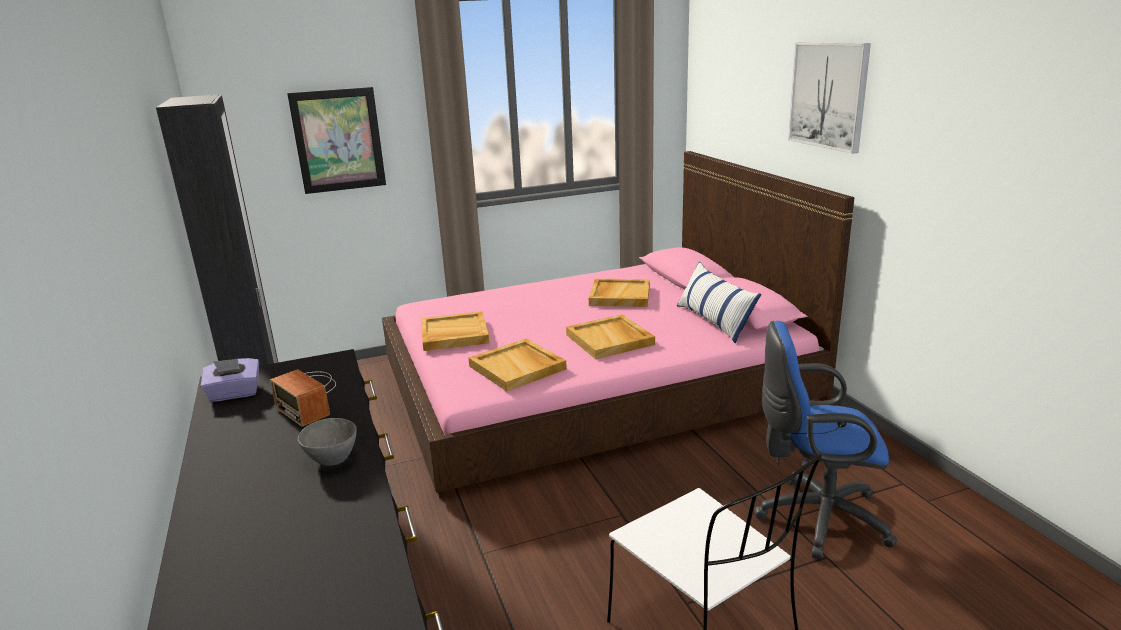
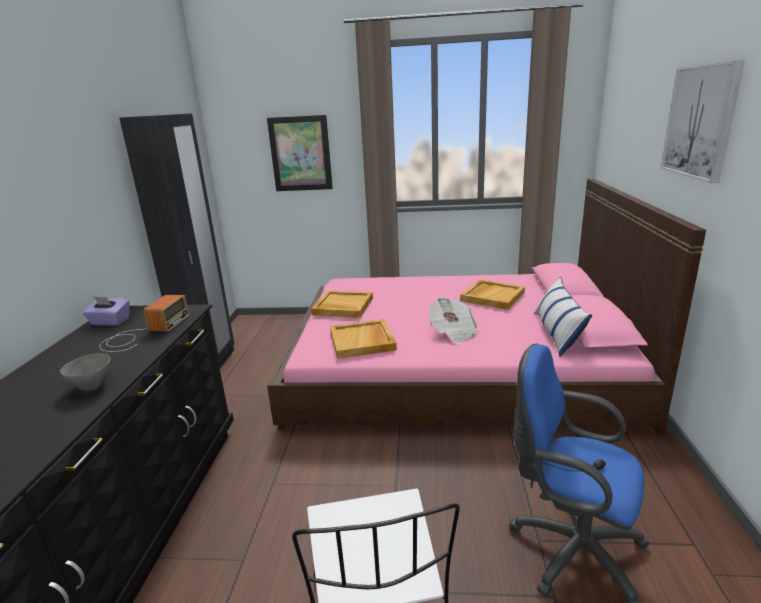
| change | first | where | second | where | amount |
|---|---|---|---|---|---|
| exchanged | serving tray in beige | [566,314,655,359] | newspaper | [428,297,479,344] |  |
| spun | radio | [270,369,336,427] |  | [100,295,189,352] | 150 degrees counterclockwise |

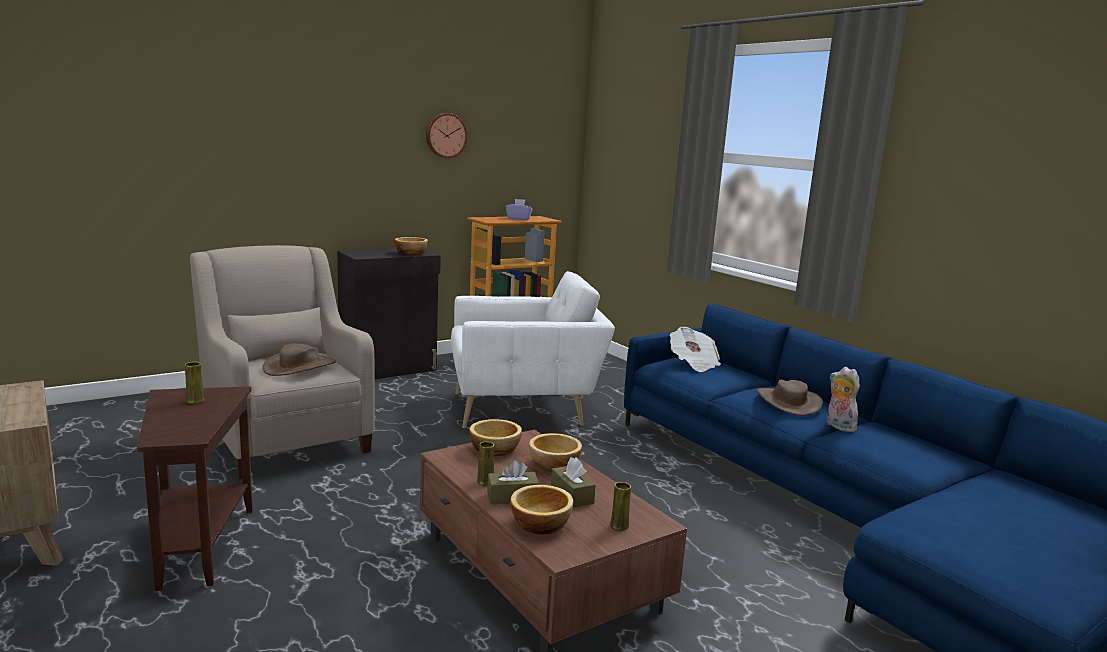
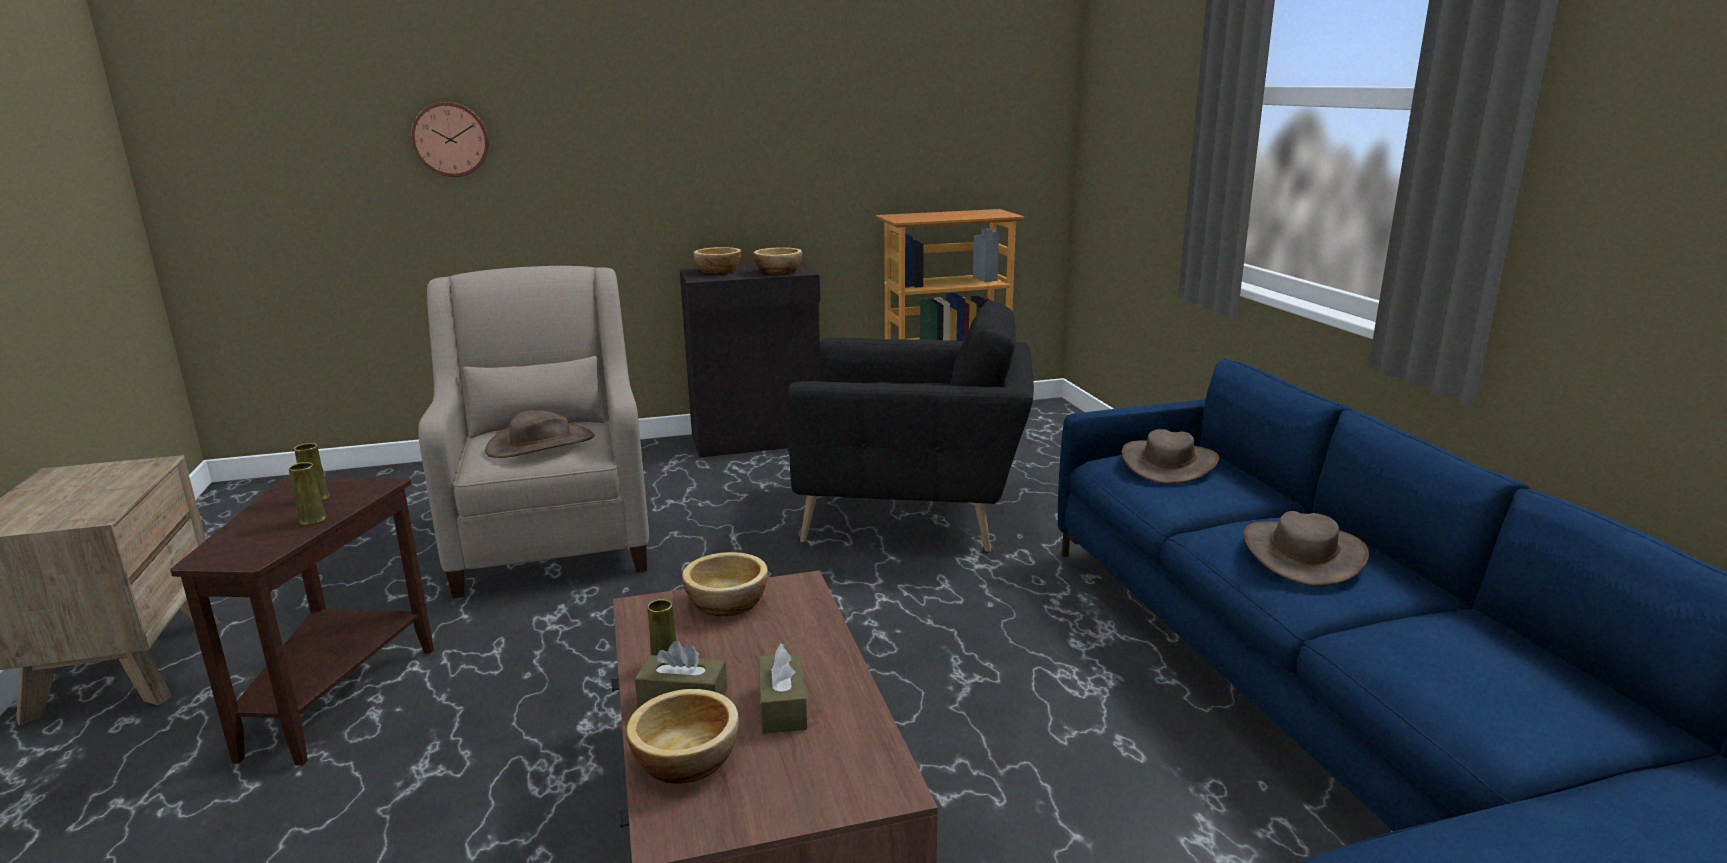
| change | first | where | second | where | amount |
|---|---|---|---|---|---|
| relocated | wall clock | [426,113,468,158] |  | [411,102,489,177] |  |
| missing | box of tissues in purple | [506,199,533,220] |  |  |  |
| colour | armchair in white-coloured | [451,271,615,429] | armchair in blackish | [787,300,1034,552] |  |
| exchanged | newspaper | [670,327,721,372] | wearable hat in brownish | [1122,429,1219,484] |  |
| missing | plush toy | [827,367,860,432] |  |  |  |
| relocated | deep dish | [529,433,582,472] |  | [694,247,741,274] |  |
| relocated | flower vase in yellow | [610,482,631,531] |  | [289,462,327,525] |  |

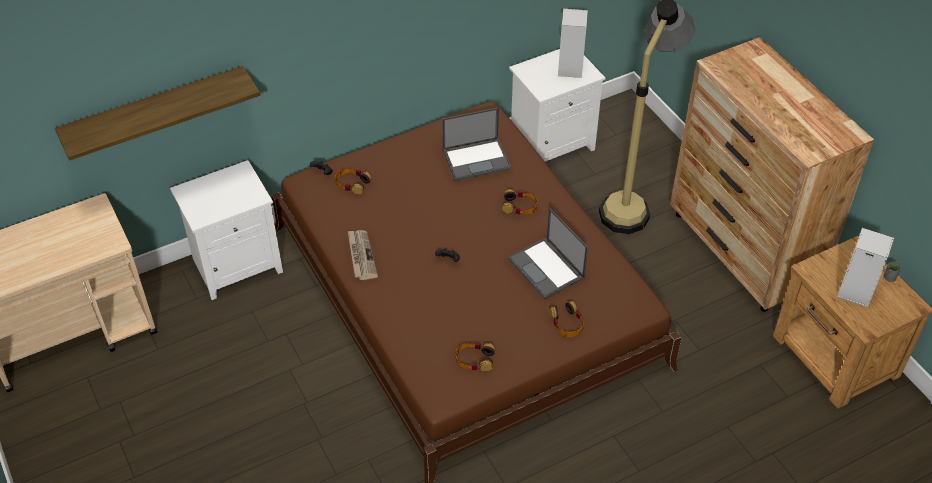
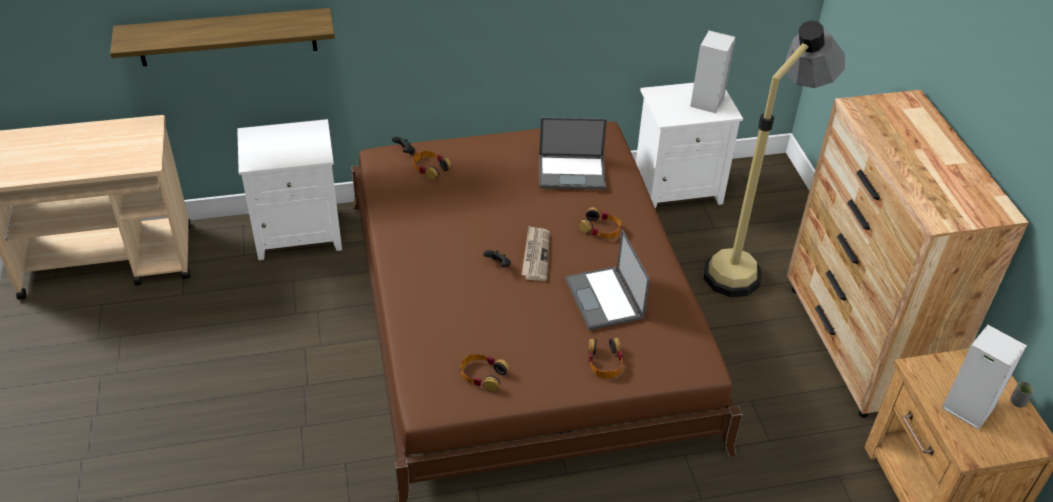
| change | first | where | second | where | amount |
|---|---|---|---|---|---|
| relocated | newspaper | [348,230,378,280] |  | [521,226,550,281] |  |

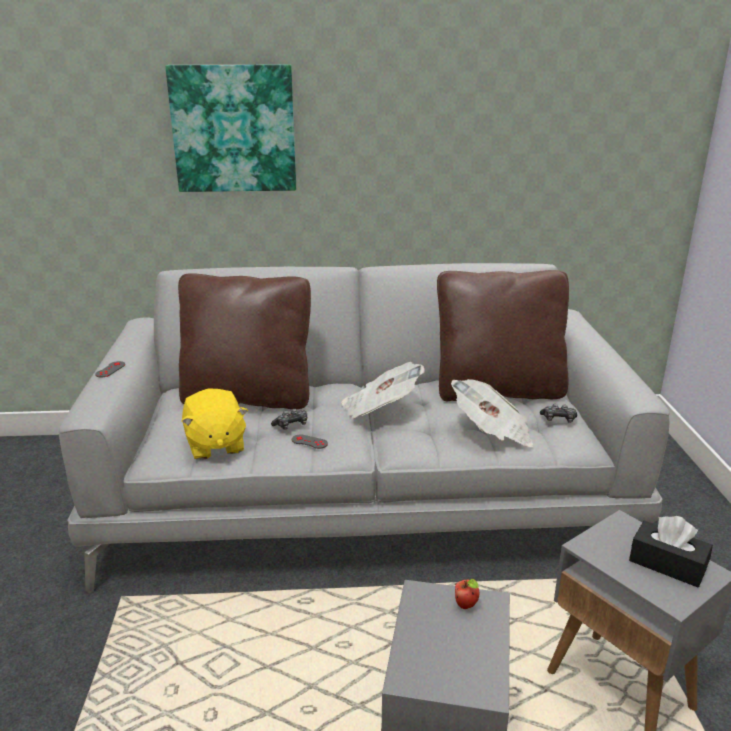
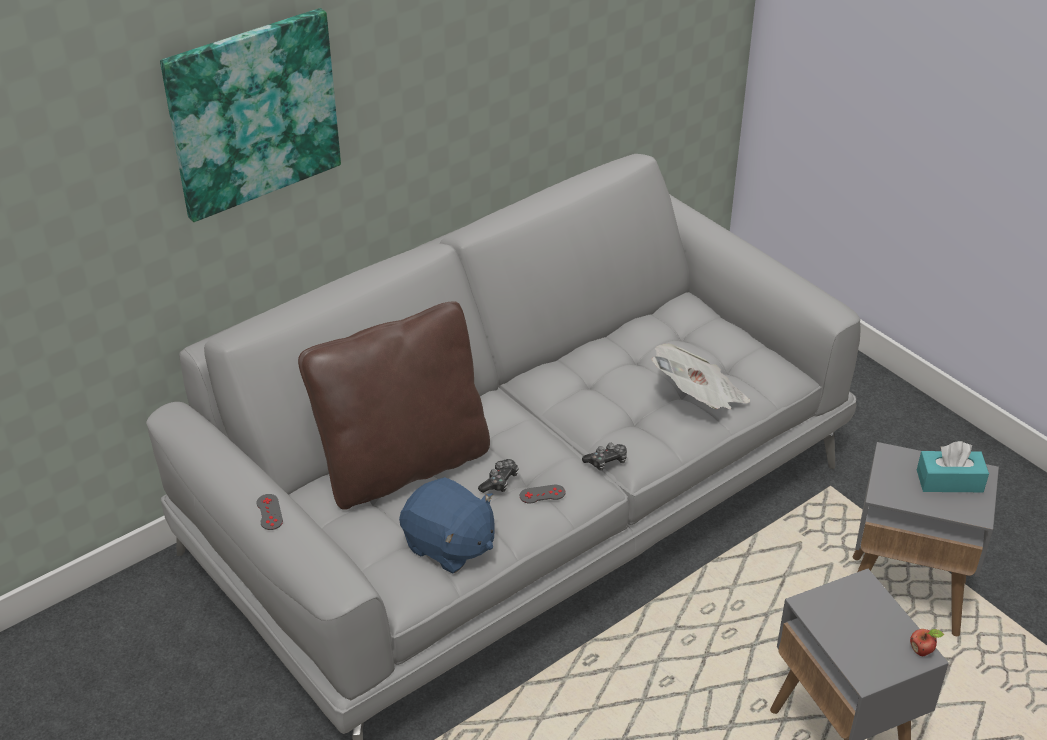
| change | first | where | second | where | amount |
|---|---|---|---|---|---|
| missing | cushion in brownish | [437,270,569,401] |  |  |  |
| missing | newspaper | [341,362,425,419] |  |  |  |
| colour | plush toy in yellow | [181,389,248,460] | plush toy in blue | [399,477,495,574] |  |
| relocated | gamepad | [540,404,577,423] |  | [582,443,627,471] |  |
| colour | box of tissues in blackish | [629,516,713,587] | box of tissues in turquoise-coloured | [917,441,989,492] |  |
| relocated | whole apple | [455,579,479,609] |  | [910,629,944,656] |  |

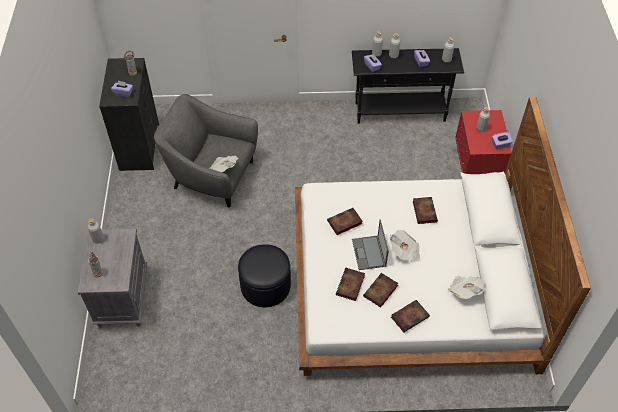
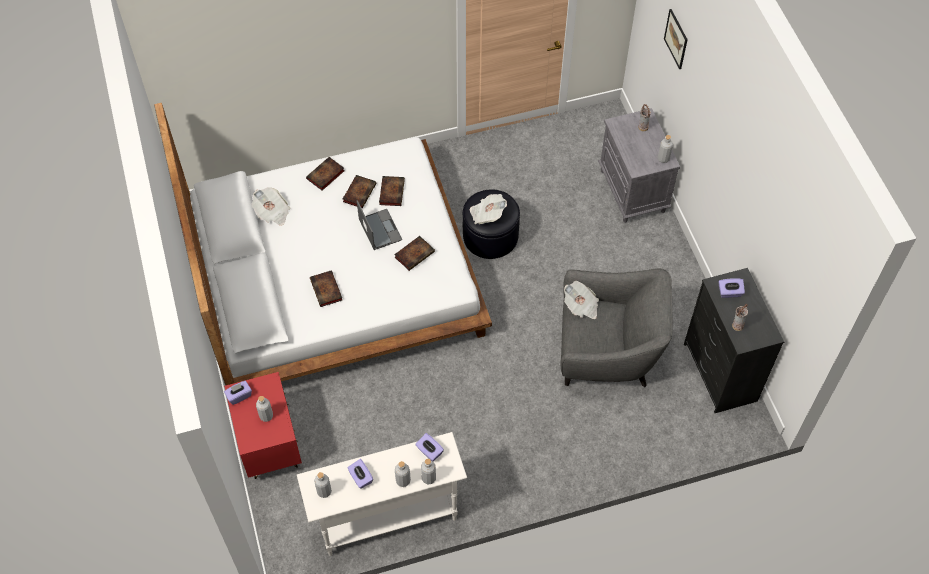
| change | first | where | second | where | amount |
|---|---|---|---|---|---|
| colour | hall table in blackish | [352,48,464,124] | hall table in white-coloured | [297,432,467,556] |  |
| relocated | newspaper | [389,230,420,262] |  | [469,194,507,224] |  |
| appeared |  |  | picture | [664,9,688,69] |  |

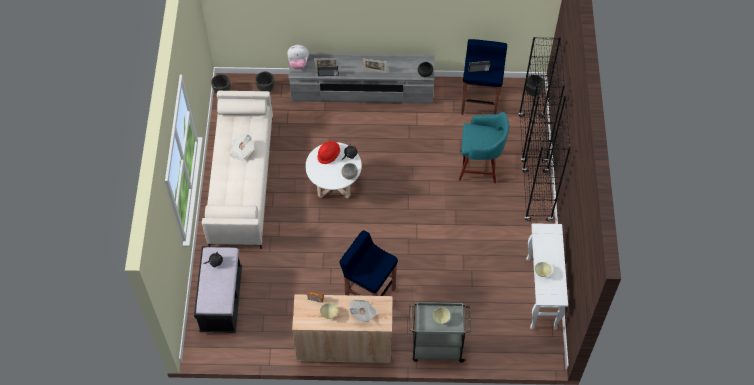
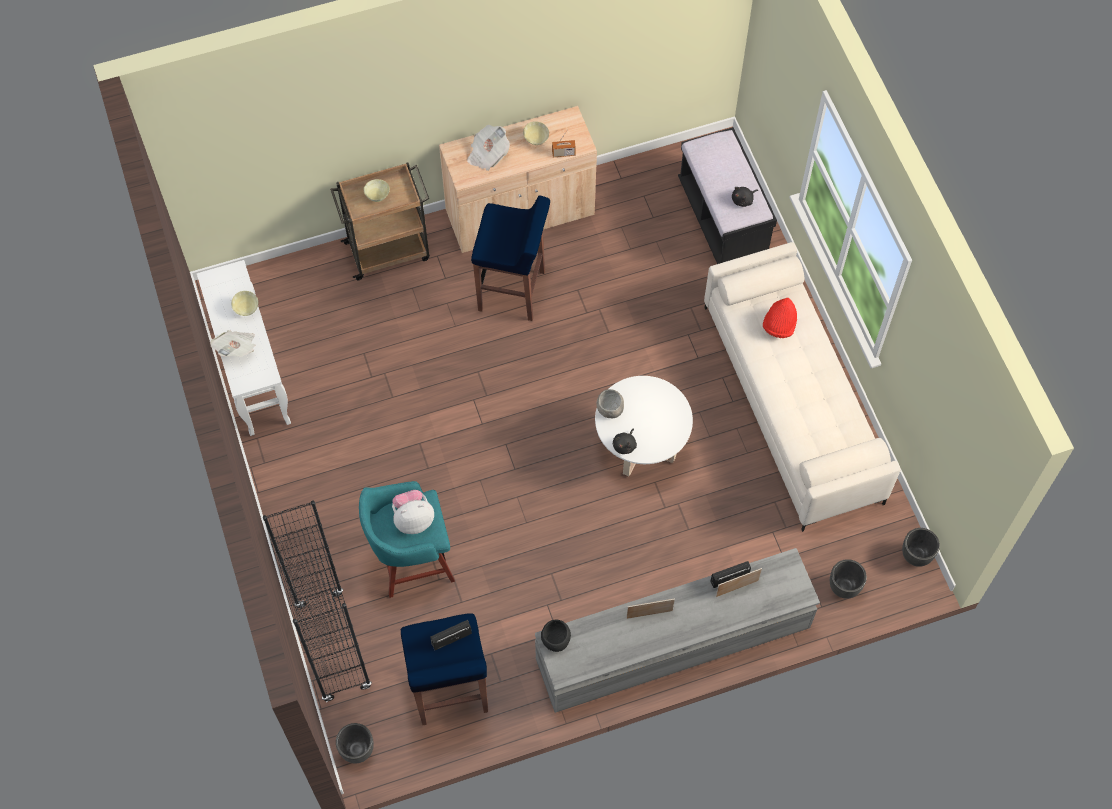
| change | first | where | second | where | amount |
|---|---|---|---|---|---|
| relocated | plush toy | [287,45,309,69] |  | [392,490,434,534] |  |
| missing | shelving unit in blackish | [522,95,571,221] |  |  |  |
| relocated | newspaper | [230,134,254,161] |  | [210,330,255,357] |  |
| relocated | wearable hat in red-coloured | [317,141,340,164] |  | [763,298,797,338] |  |
| colour | cart in greyish | [410,302,470,362] | cart in brownish | [330,162,430,280] |  |

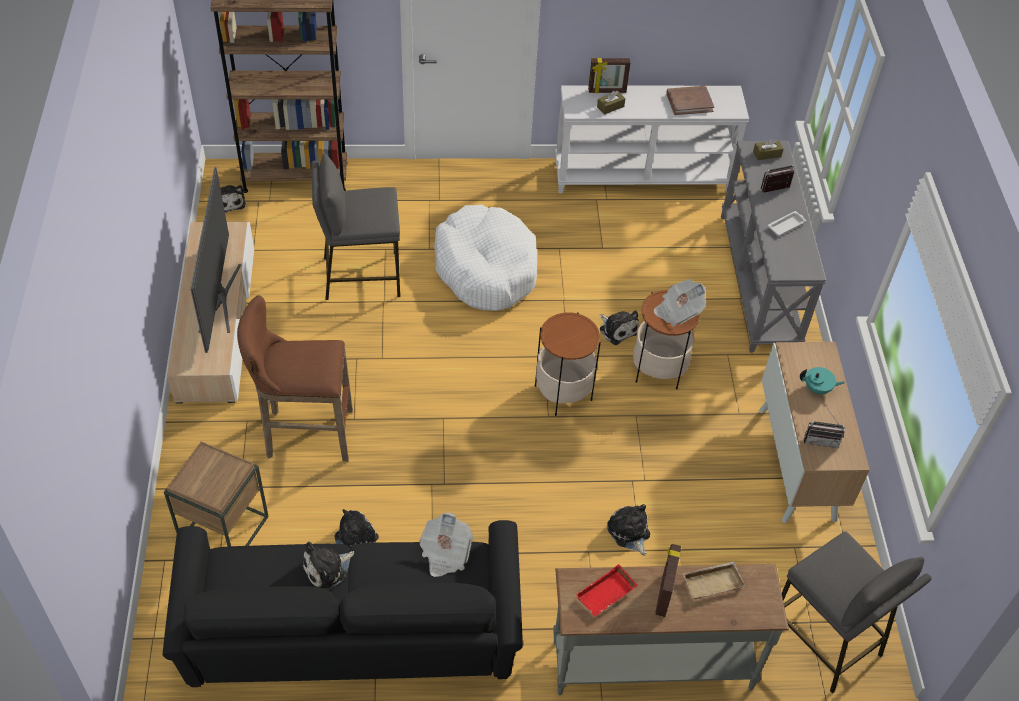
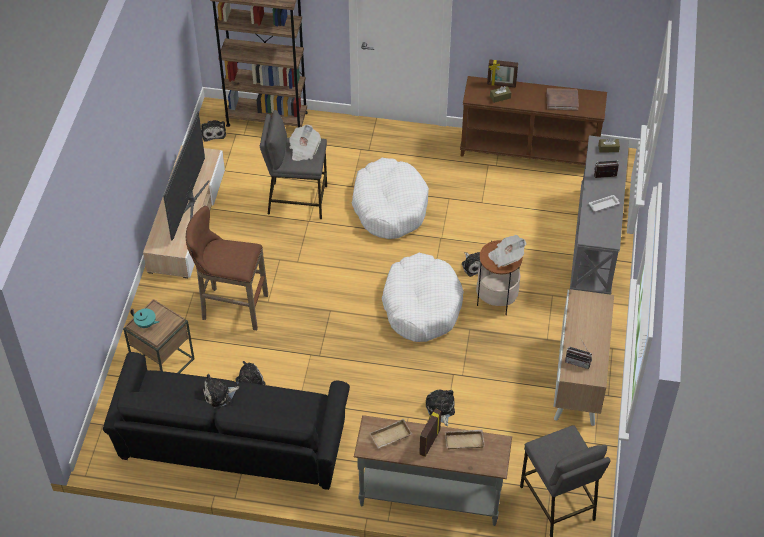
| change | first | where | second | where | amount |
|---|---|---|---|---|---|
| colour | hall table in white-coloured | [555,85,749,193] | hall table in brownish | [460,76,607,165] |  |
| exchanged | accent table | [535,312,601,416] | dog cushion in white-coloured | [382,253,464,342] |  |
| relocated | tea pot in turquoise-coloured | [800,367,845,395] |  | [130,309,160,328] |  |
| relocated | newspaper | [419,513,473,577] |  | [289,125,321,161] |  |
| colour | serving tray in red-coloured | [576,564,638,617] | serving tray in beige | [370,419,412,448] |  |

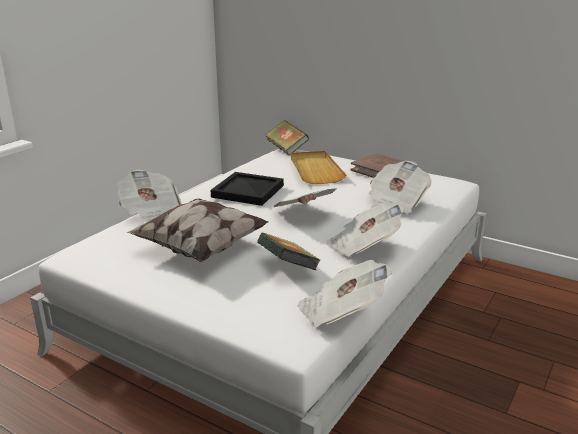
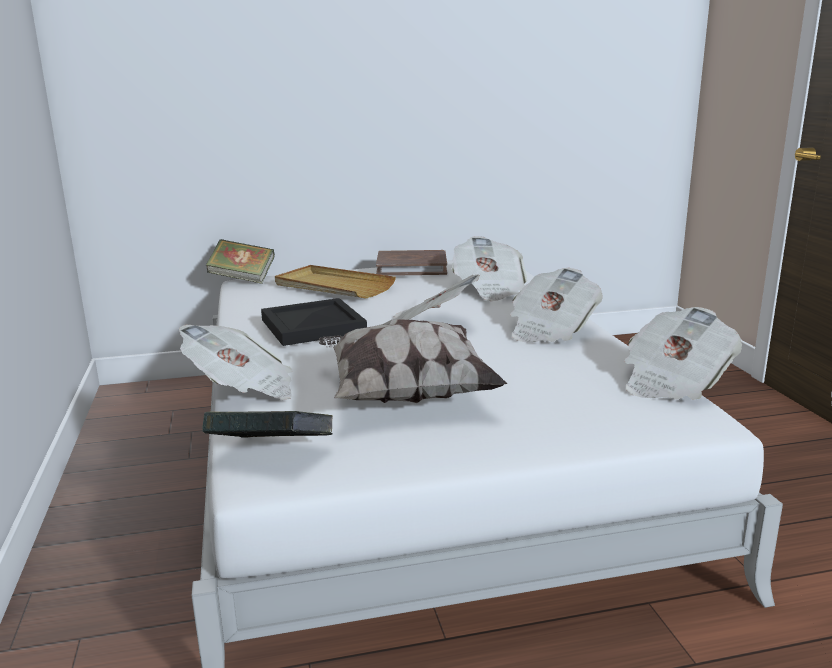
| change | first | where | second | where | amount |
|---|---|---|---|---|---|
| relocated | volume | [257,233,320,270] |  | [202,411,333,438] |  |

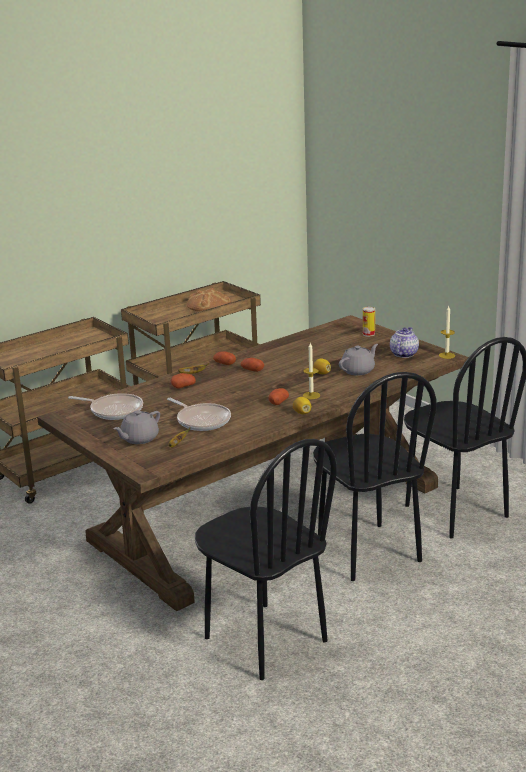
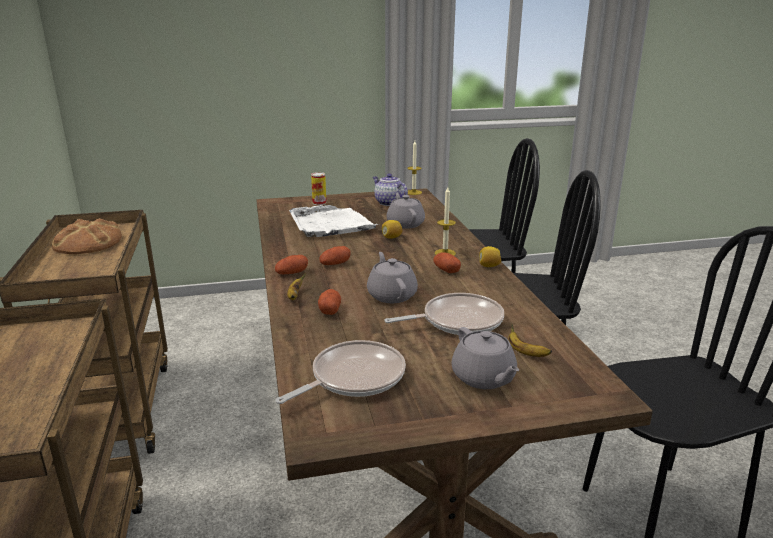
| change | first | where | second | where | amount |
|---|---|---|---|---|---|
| appeared |  |  | serving tray in white-coloured | [289,205,379,237] |  |
| appeared |  |  | tea pot in greyish | [367,252,418,303] |  |

